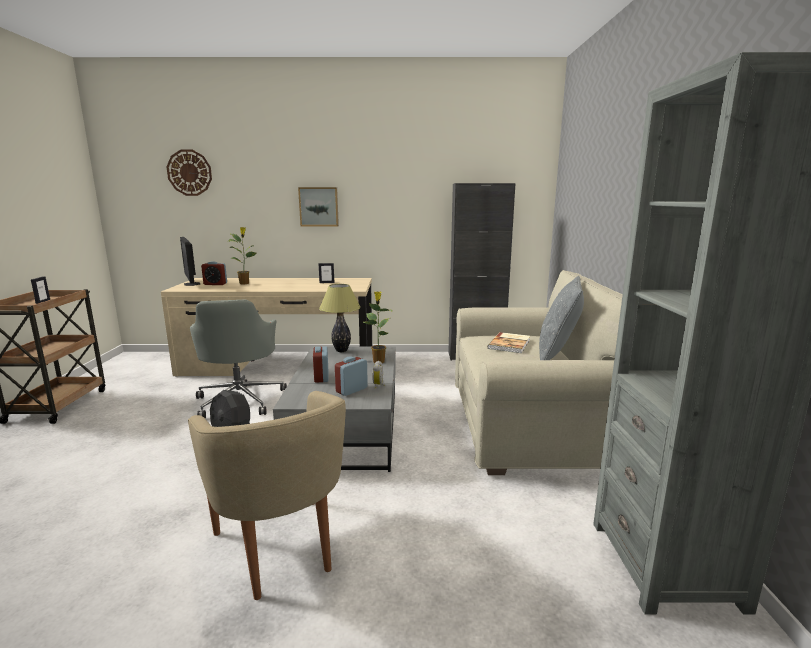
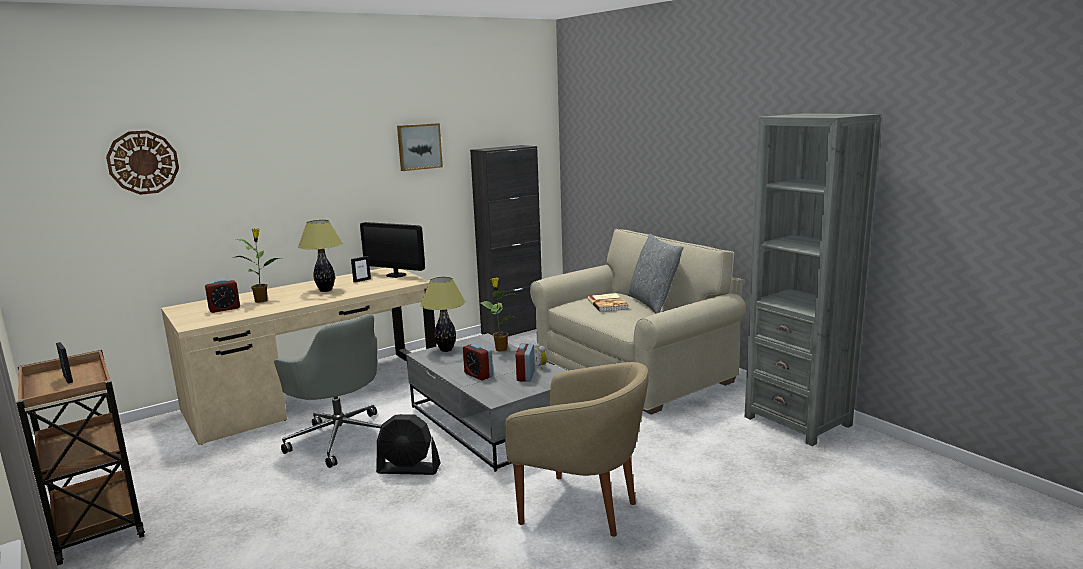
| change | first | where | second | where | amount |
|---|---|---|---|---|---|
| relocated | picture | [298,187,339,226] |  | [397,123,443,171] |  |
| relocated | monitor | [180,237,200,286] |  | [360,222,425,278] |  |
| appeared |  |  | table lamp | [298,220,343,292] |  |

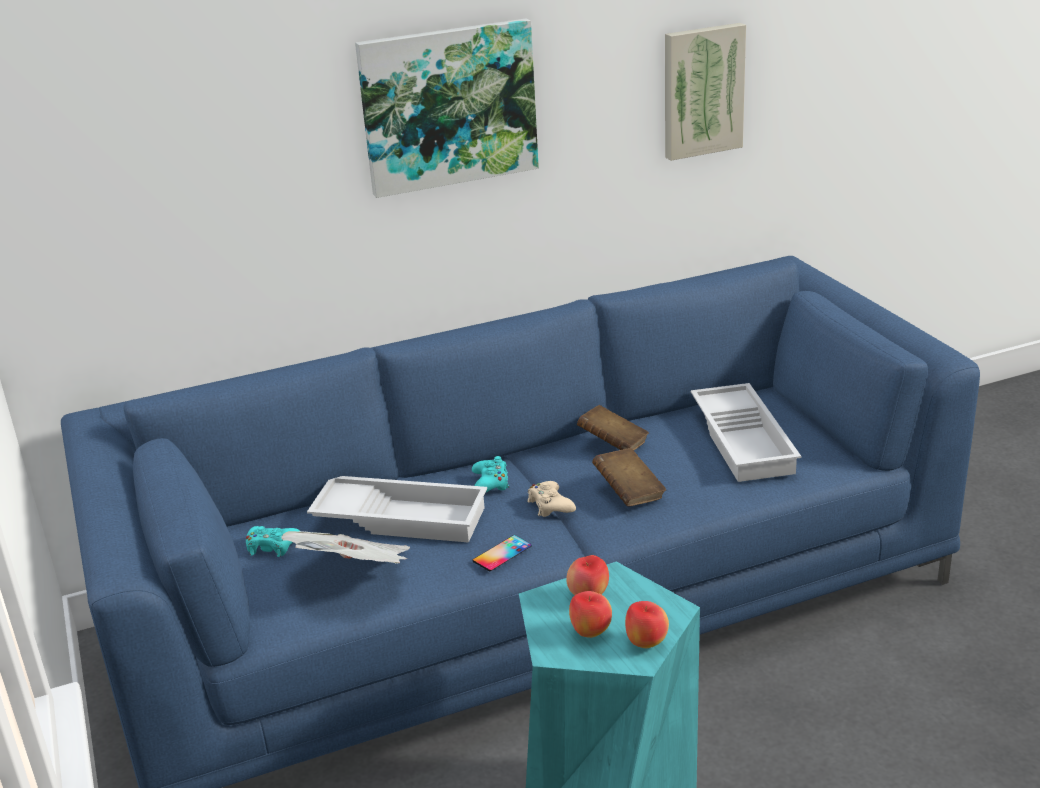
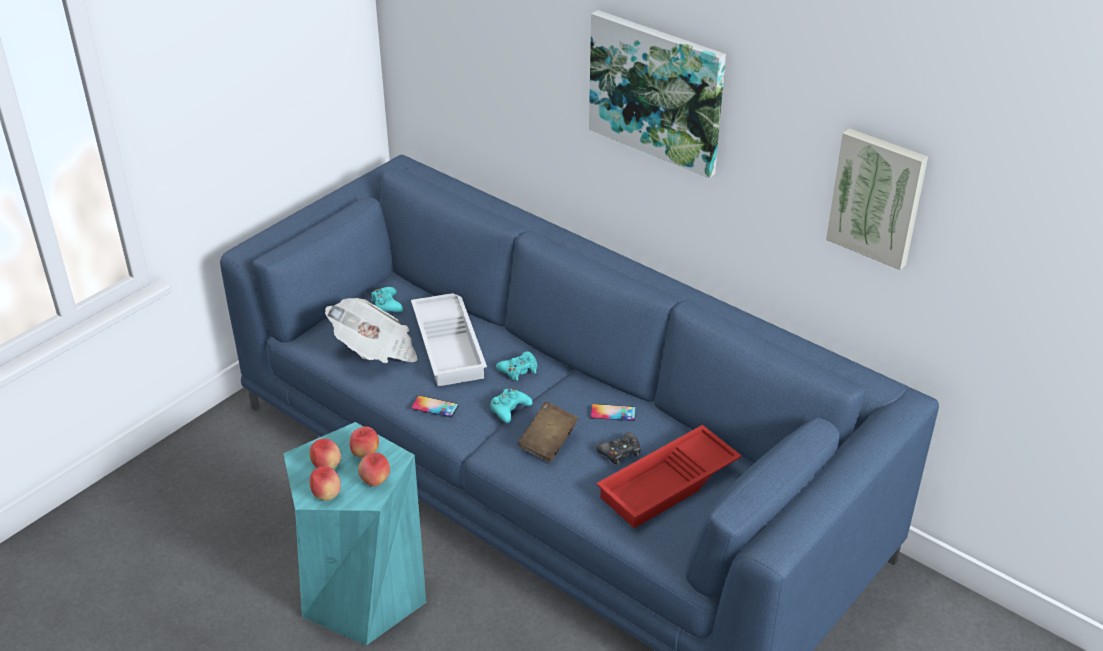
| change | first | where | second | where | amount |
|---|---|---|---|---|---|
| colour | serving tray in white-coloured | [691,383,801,482] | serving tray in red-coloured | [596,425,742,528] |  |
| exchanged | volume in brownish | [577,405,649,450] | telephone | [591,404,636,421] |  |
| colour | gamepad in beige | [527,481,576,517] | gamepad in turquoise-coloured | [490,388,533,423] |  |
| appeared |  |  | gamepad in blackish | [596,432,641,465] |  |
| appeared |  |  | whole apple | [358,453,390,487] |  |

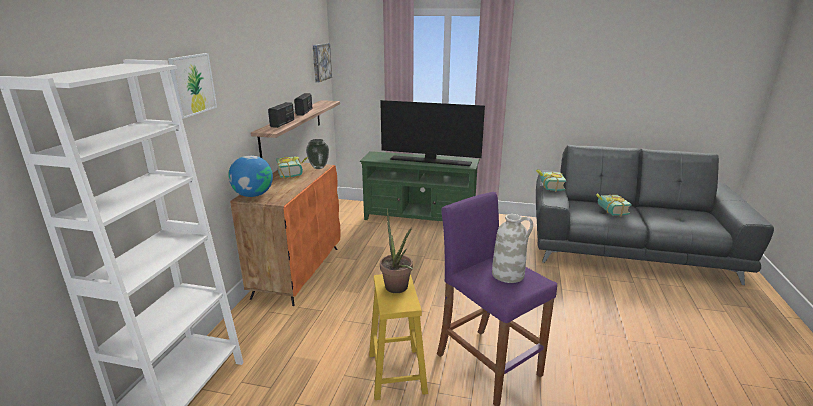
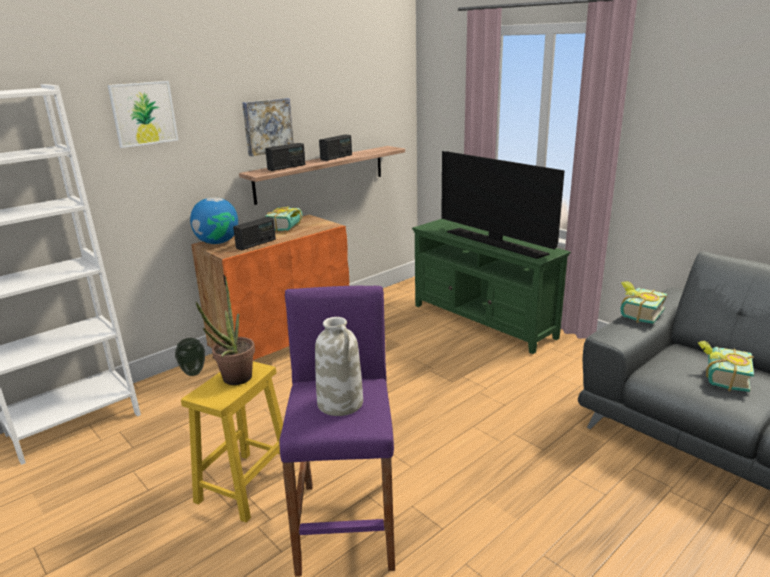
| change | first | where | second | where | amount |
|---|---|---|---|---|---|
| relocated | picture | [313,43,332,82] |  | [242,98,294,156] |  |
| relocated | flower vase | [306,139,329,169] |  | [175,338,205,376] |  |
| appeared |  |  | radio | [233,217,276,250] |  |

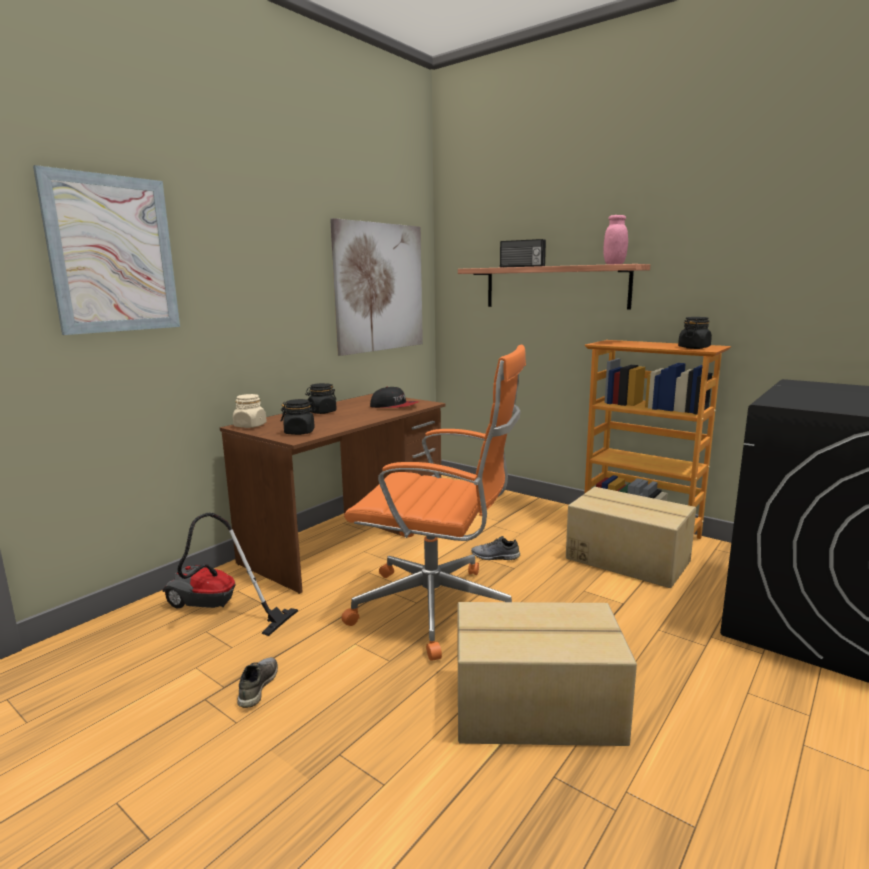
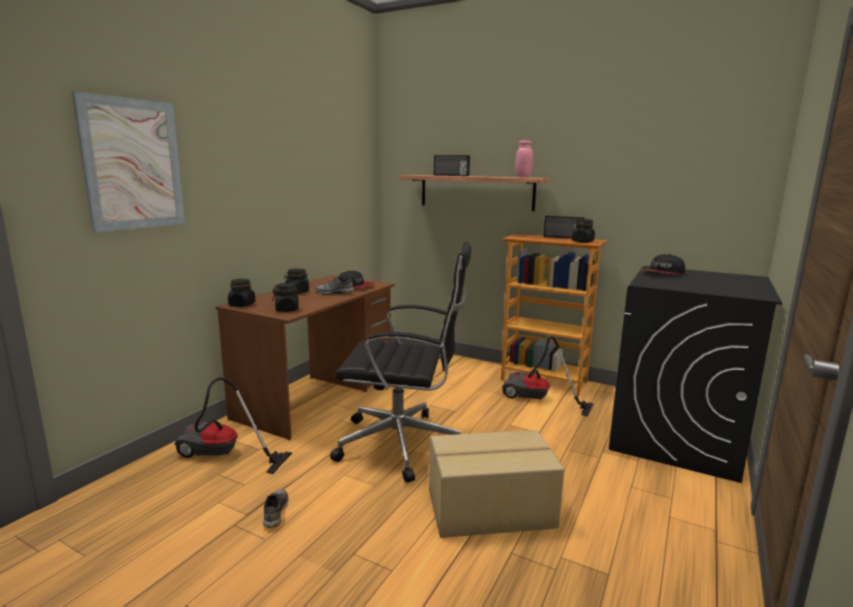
| change | first | where | second | where | amount |
|---|---|---|---|---|---|
| missing | picture | [330,218,423,356] |  |  |  |
| colour | computer chair in orange-coloured | [341,345,526,661] | computer chair in blackish | [330,241,471,482] |  |
| colour | storage jar in beige | [233,394,267,428] | storage jar in blackish | [228,279,255,307] |  |
| exchanged | packing box | [566,487,696,588] | vacuum cleaner | [502,336,593,417] |  |
| relocated | low shoe in greyish | [471,536,520,560] |  | [316,275,354,294] |  |
| appeared |  |  | radio | [544,216,584,239] |  |
| appeared |  |  | baseball cap | [642,254,685,274] |  |

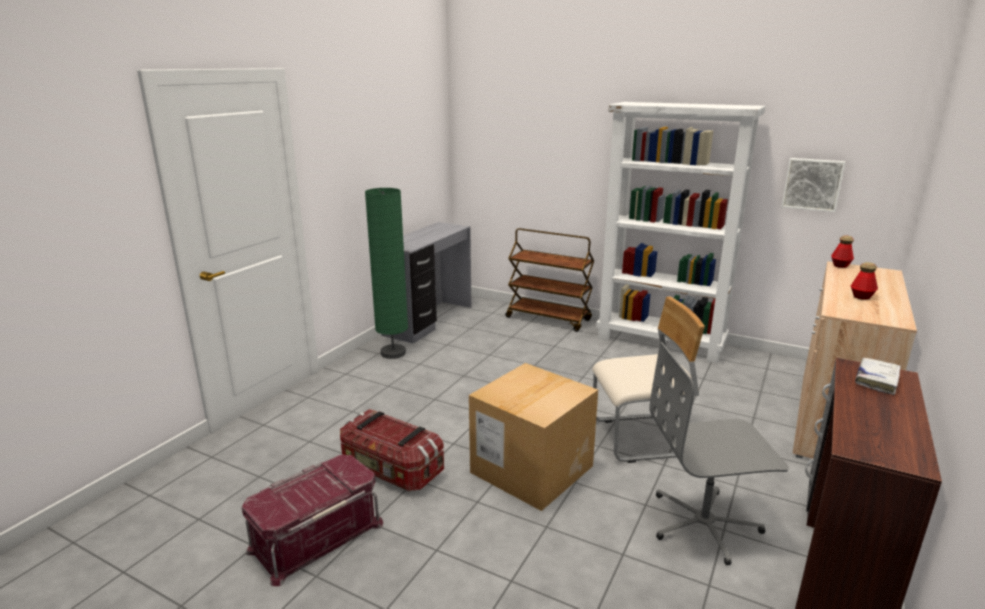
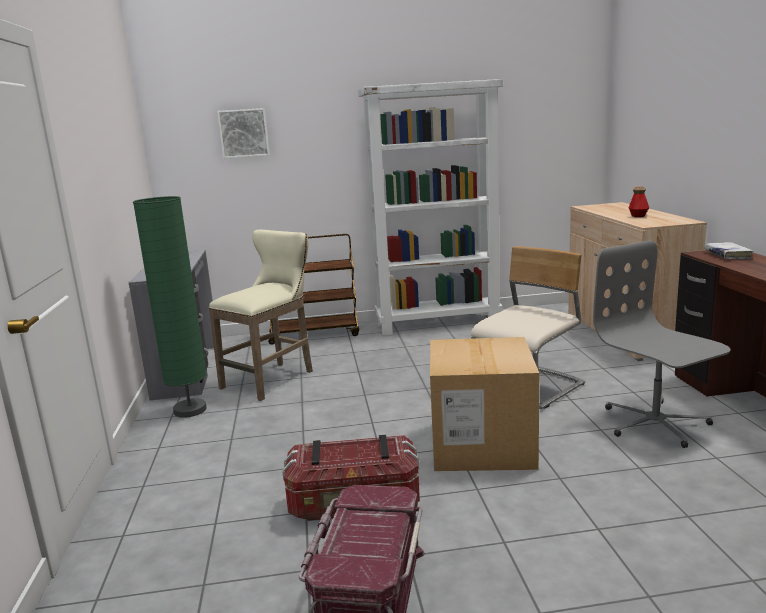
| change | first | where | second | where | amount |
|---|---|---|---|---|---|
| relocated | picture | [781,158,845,212] |  | [217,108,270,159] |  |
| missing | drink bottle | [831,235,854,268] |  |  |  |
| spun | computer chair in greyish | [650,342,789,565] |  | [593,240,731,448] | 105 degrees clockwise |
| appeared |  |  | stool in beige | [209,230,313,401] |  |

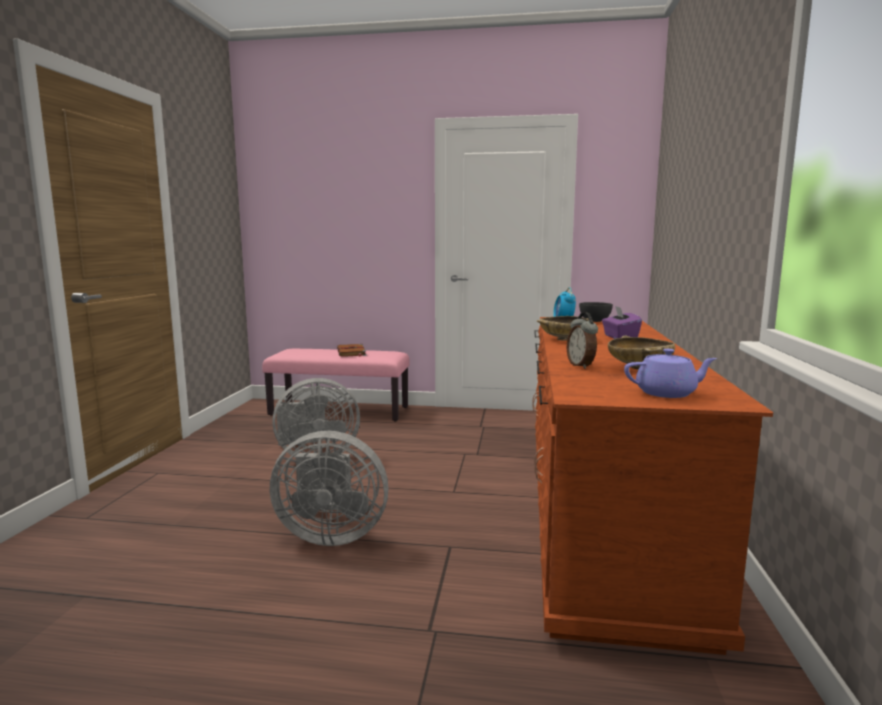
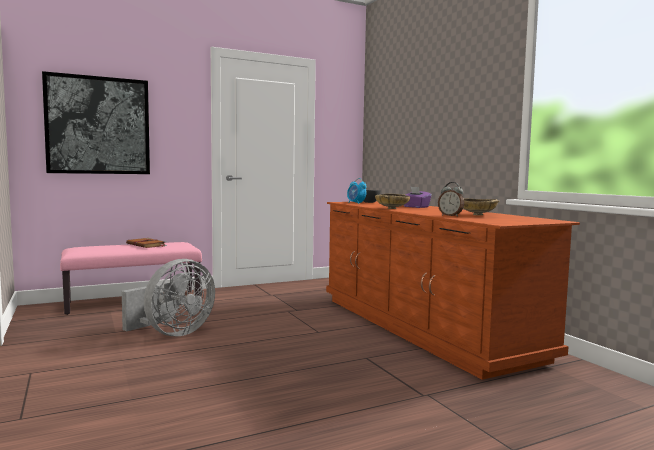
| change | first | where | second | where | amount |
|---|---|---|---|---|---|
| missing | tea pot in purple | [624,349,717,398] |  |  |  |
| missing | cooling fan in greyish | [270,431,388,546] |  |  |  |
| appeared |  |  | picture | [42,71,150,174] |  |

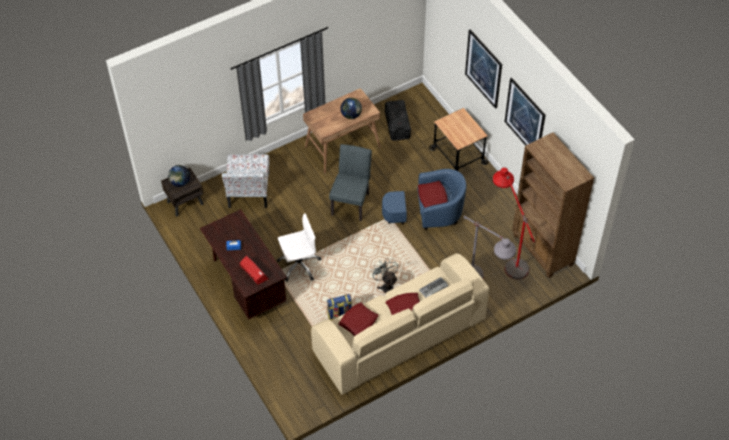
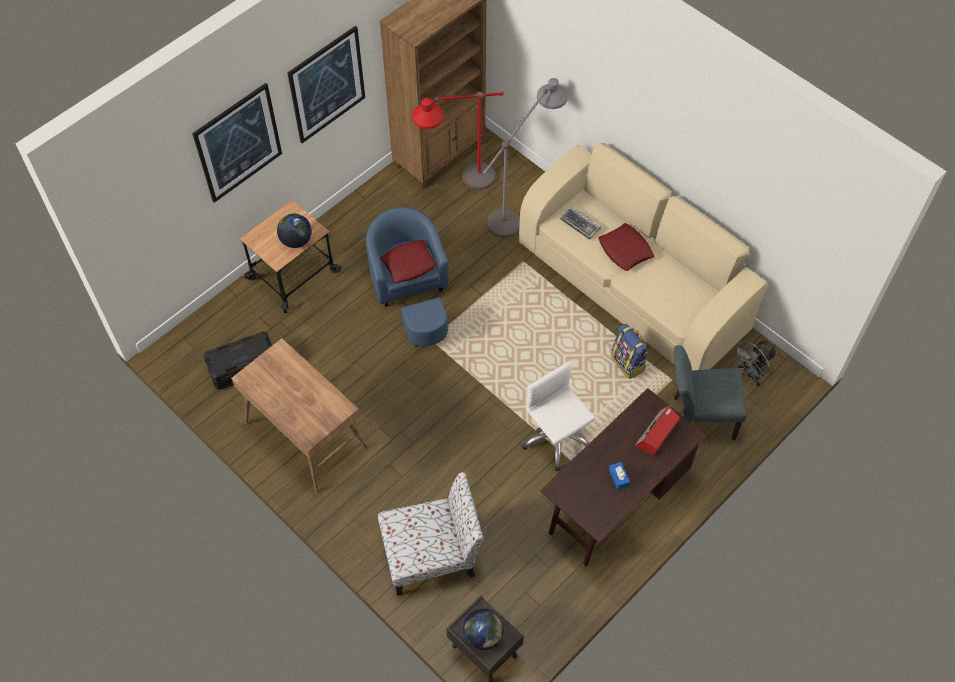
| change | first | where | second | where | amount |
|---|---|---|---|---|---|
| relocated | world globe | [340,98,362,119] |  | [277,214,312,248] |  |
| relocated | plain chair in greyish | [329,144,372,221] |  | [674,345,746,440] |  |
| relocated | cooling fan in greyish | [371,259,398,293] |  | [732,340,777,386] |  |
| missing | cushion in red-coloured | [338,302,379,336] |  |  |  |

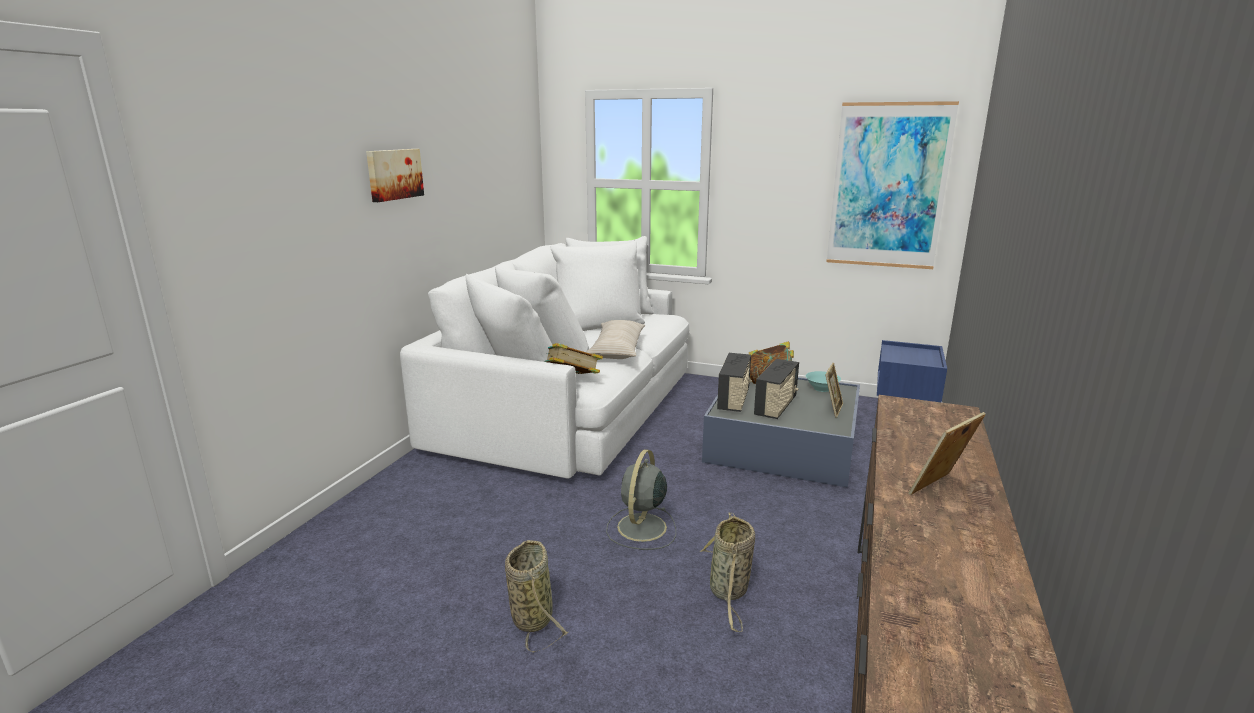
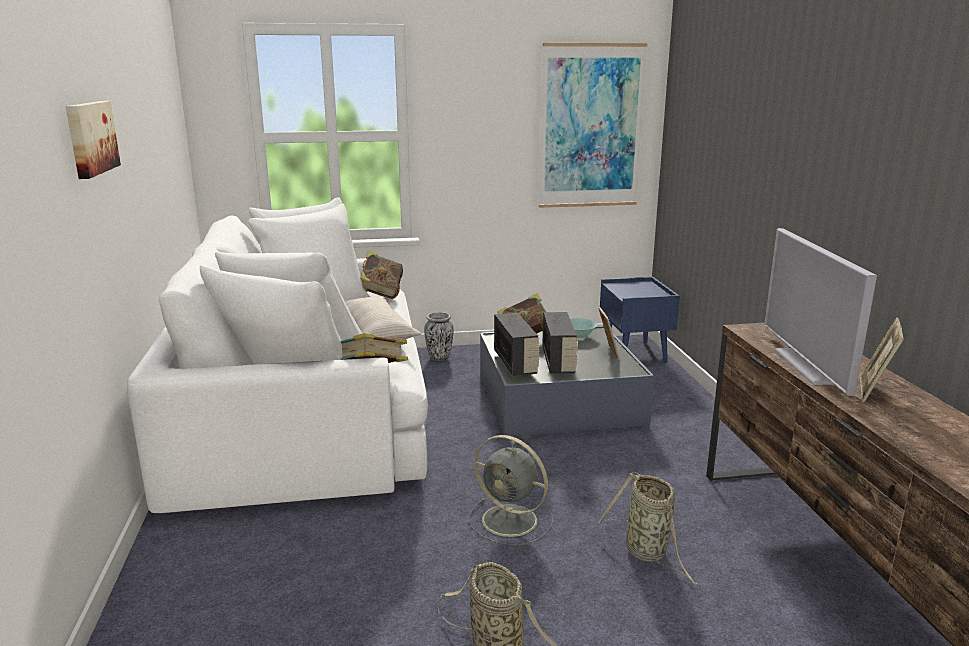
| change | first | where | second | where | amount |
|---|---|---|---|---|---|
| spun | cooling fan in greyish | [606,449,676,550] |  | [469,435,553,546] | 45 degrees counterclockwise |
| appeared |  |  | TV | [764,228,877,396] |  |
| appeared |  |  | volume | [360,251,403,299] |  |
| appeared |  |  | flower vase | [424,312,454,361] |  |

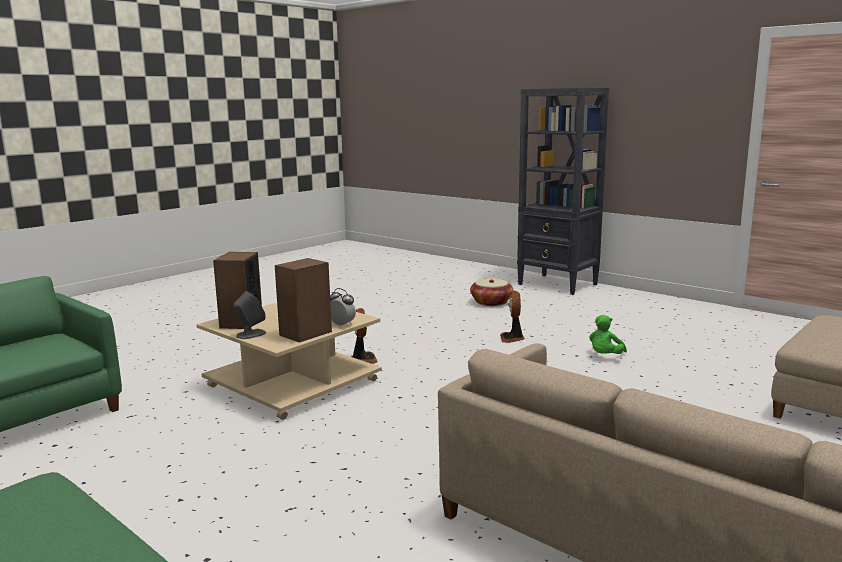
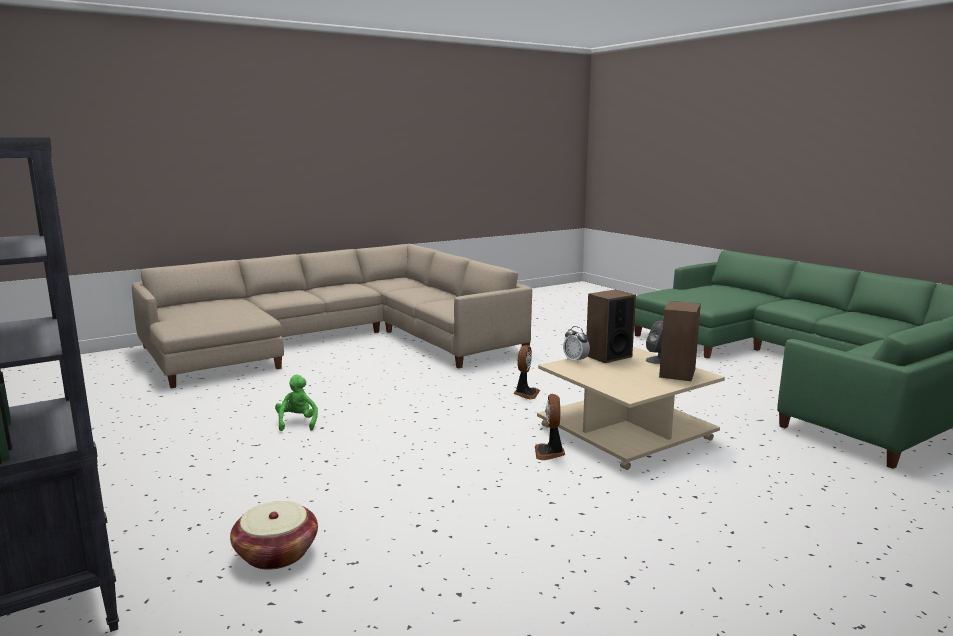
| change | first | where | second | where | amount |
|---|---|---|---|---|---|
| relocated | cooling fan | [500,291,525,343] |  | [513,345,540,399] |  |
| spun | plush toy in green-coloured | [589,315,627,354] |  | [275,375,318,431] | 60 degrees counterclockwise |

